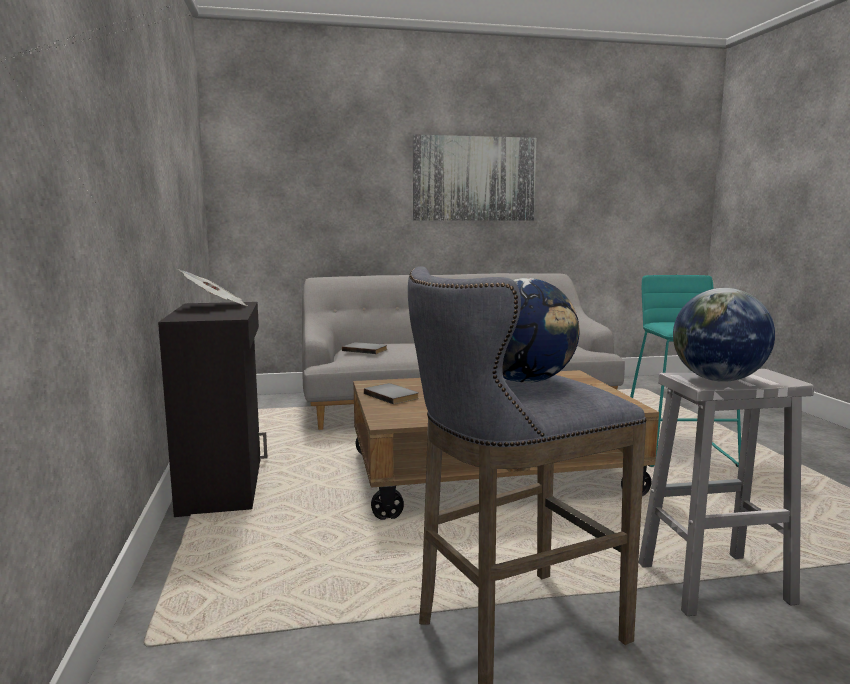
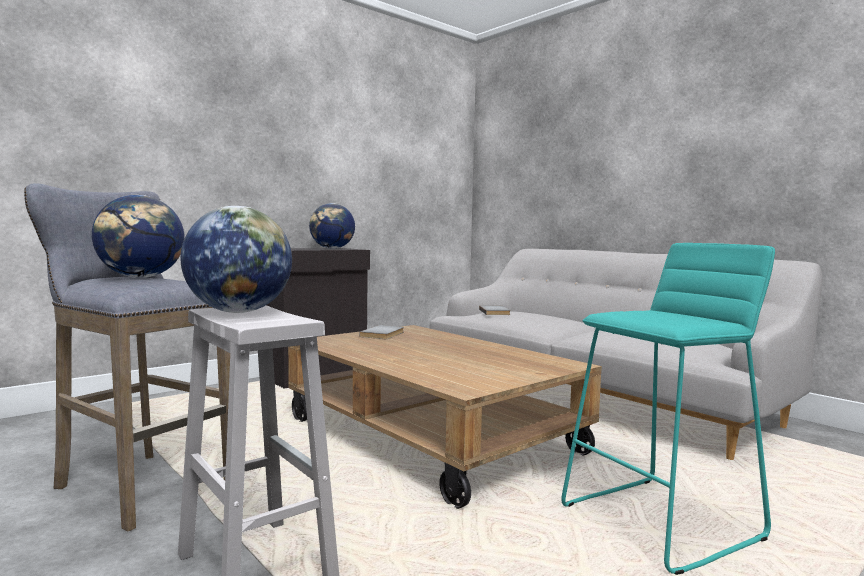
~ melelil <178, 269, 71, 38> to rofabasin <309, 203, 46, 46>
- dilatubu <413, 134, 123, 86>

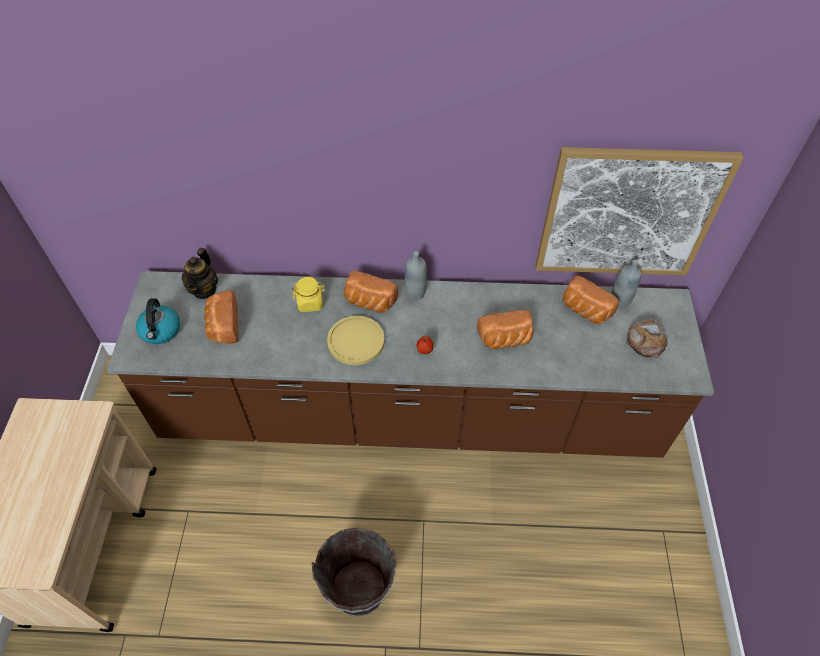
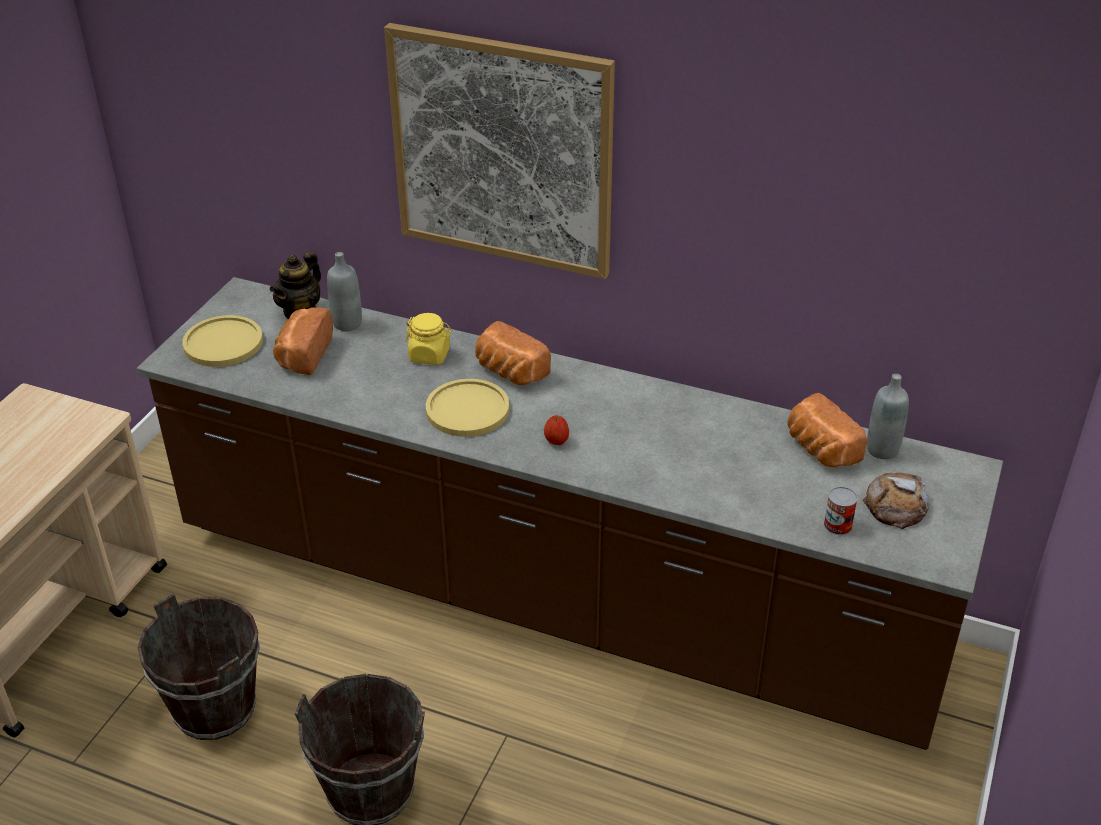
~ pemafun <136, 298, 44, 46> to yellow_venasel <182, 315, 81, 52>
~ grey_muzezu <405, 251, 22, 48> to <327, 252, 35, 79>
- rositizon <477, 310, 57, 39>
~ dilatubu <535, 147, 208, 128> to <384, 23, 231, 256>
+ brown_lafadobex <137, 594, 123, 146>
+ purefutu <824, 487, 34, 48>

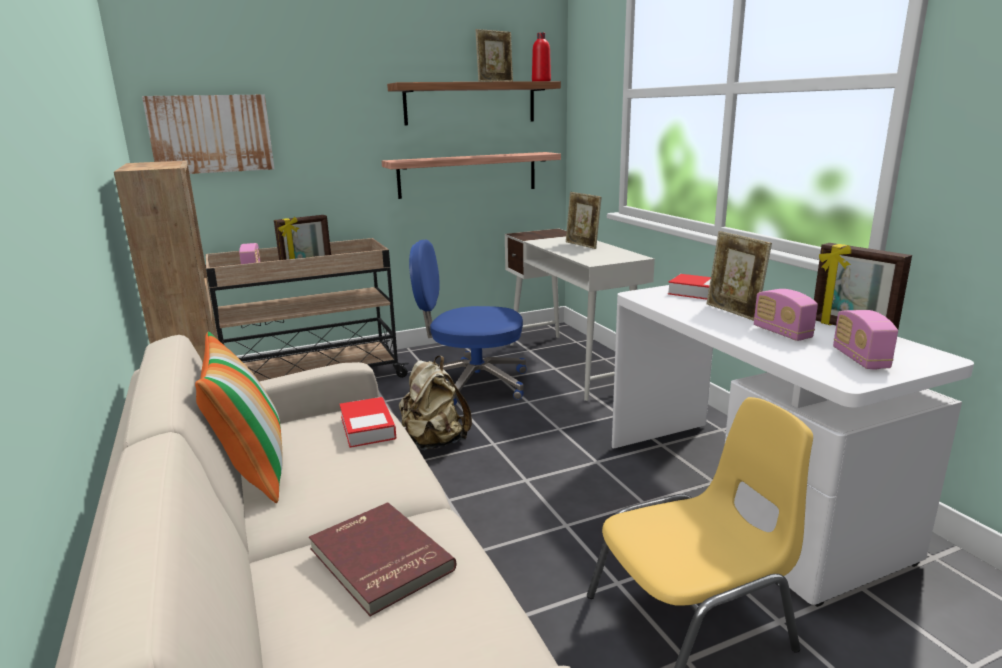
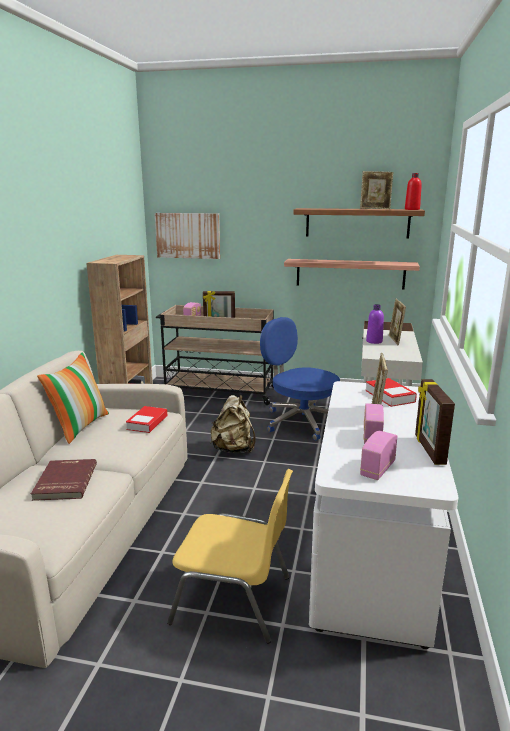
+ purple_muzezu <366, 304, 18, 40>

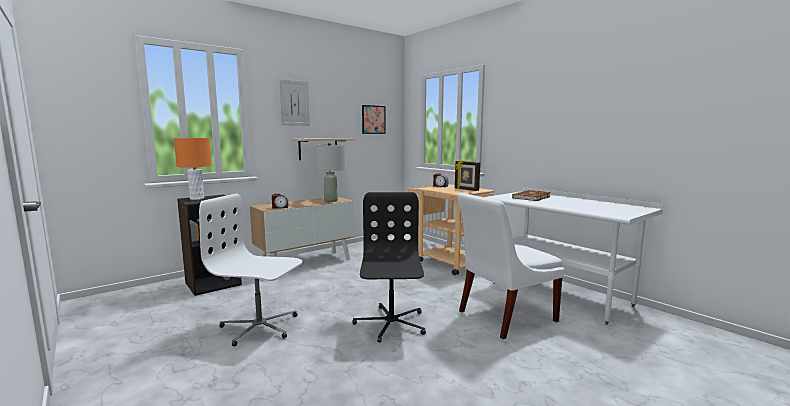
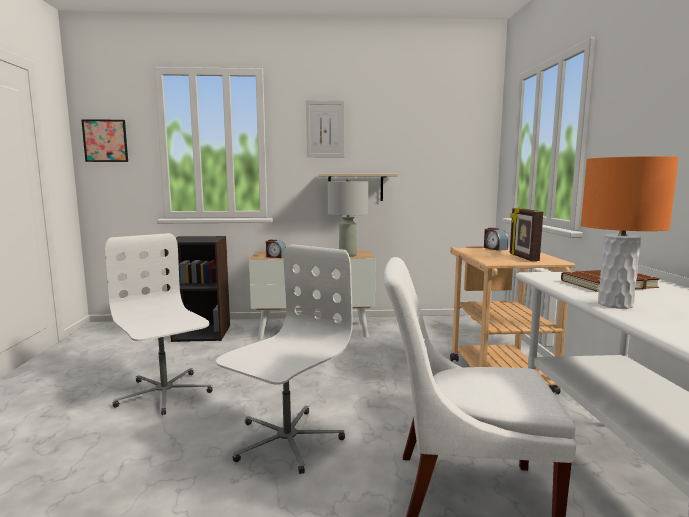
~ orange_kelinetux <174, 138, 38, 62> to <581, 156, 98, 153>
~ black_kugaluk <352, 192, 74, 151> to white_kugaluk <216, 244, 137, 230>
~ dilatubu <362, 105, 24, 29> to <81, 119, 47, 43>

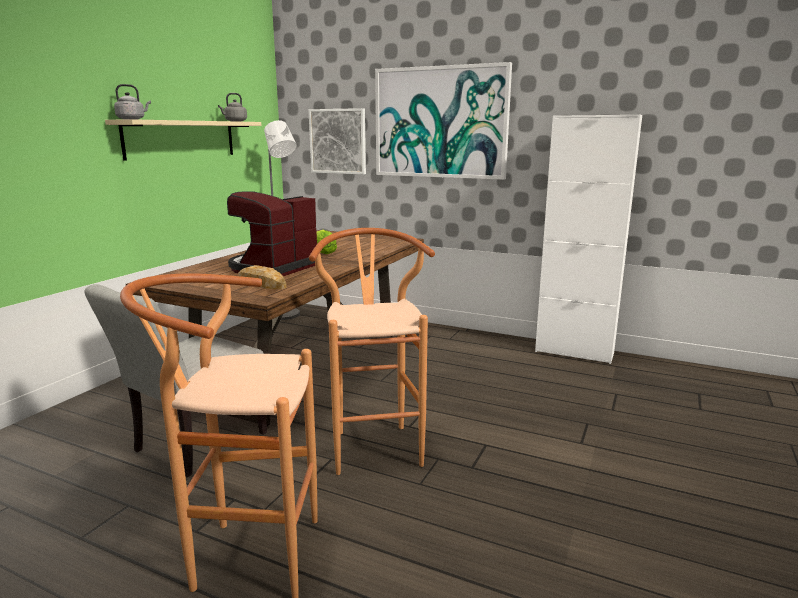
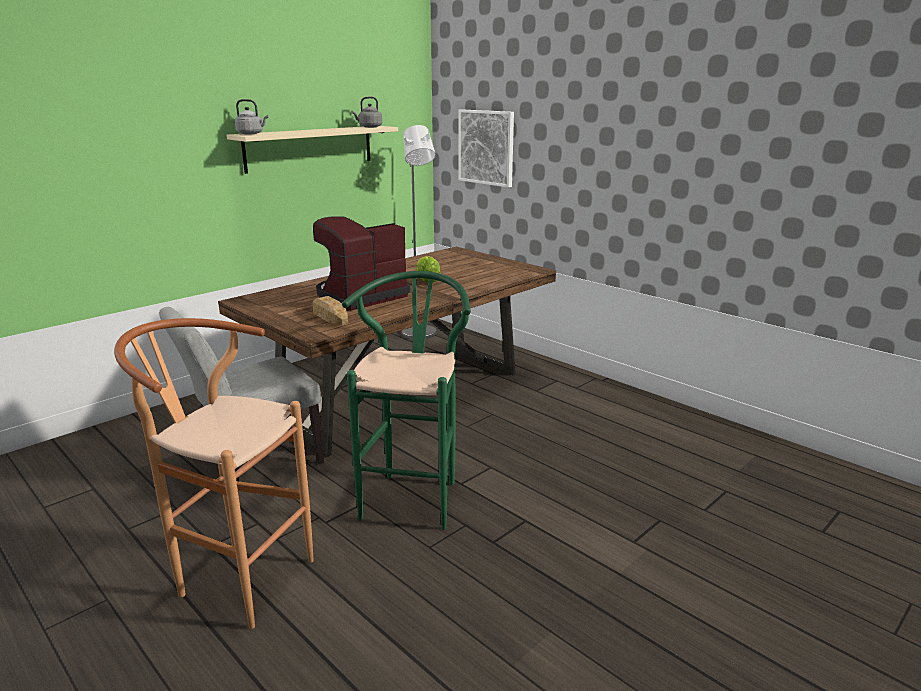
~ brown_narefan <309, 228, 126, 247> to green_narefan <342, 271, 129, 259>
- dilatubu <375, 62, 137, 118>
- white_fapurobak <535, 115, 107, 249>

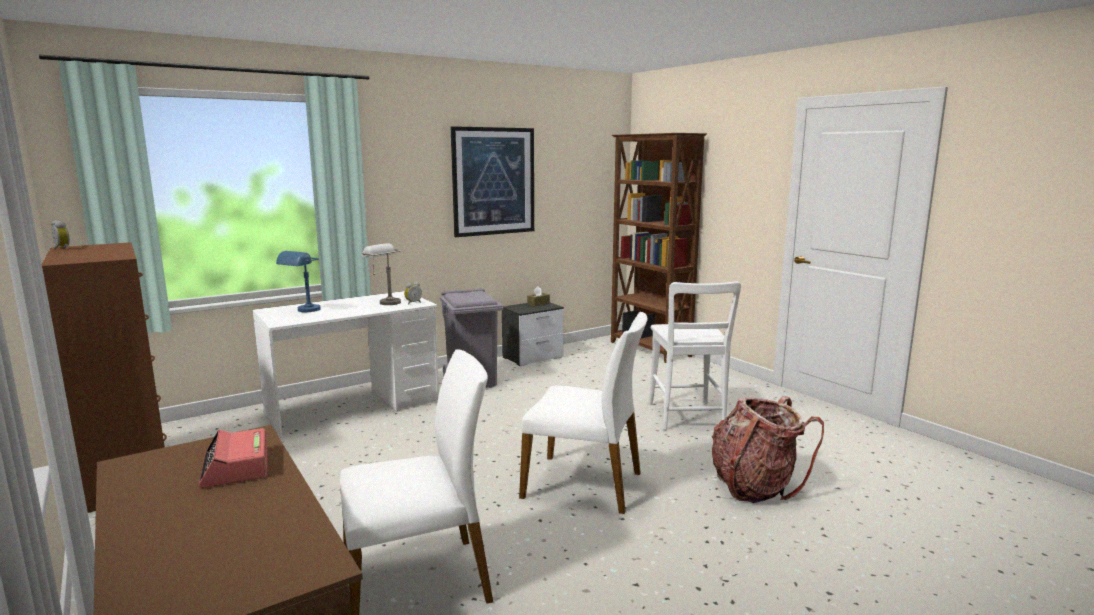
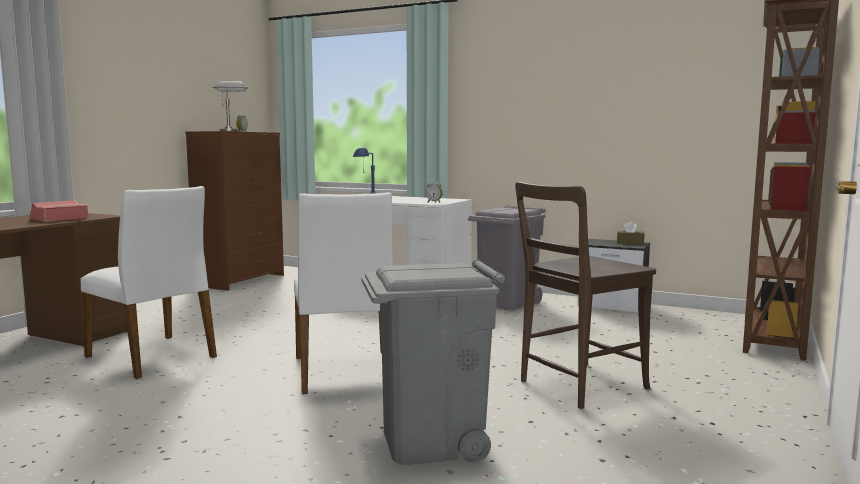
~ grey_kelinetux <362, 243, 39, 62> to <212, 81, 36, 51>
- dilatubu <451, 126, 83, 111>
~ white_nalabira <648, 282, 93, 148> to brown_nalabira <515, 181, 141, 228>
~ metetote <712, 396, 112, 107> to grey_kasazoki <362, 259, 143, 206>

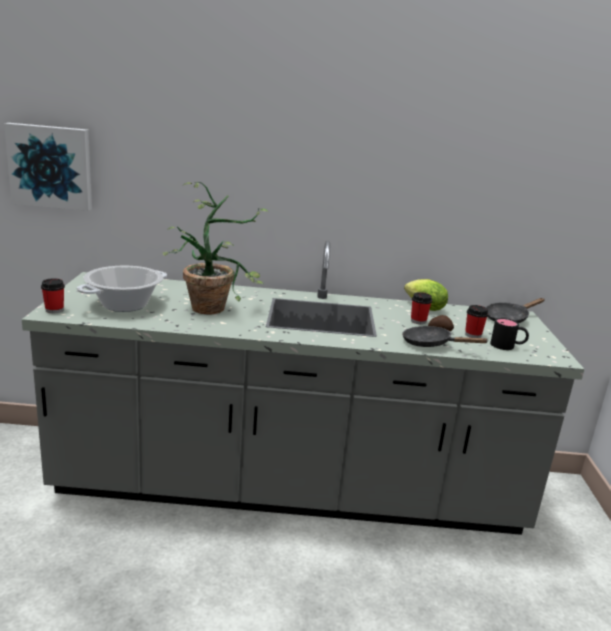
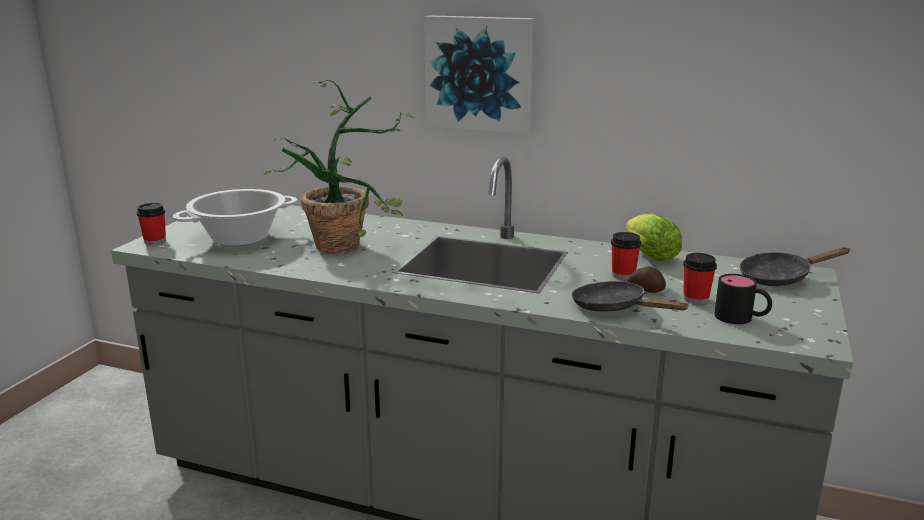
~ dilatubu <4, 123, 88, 88> to <424, 15, 111, 119>

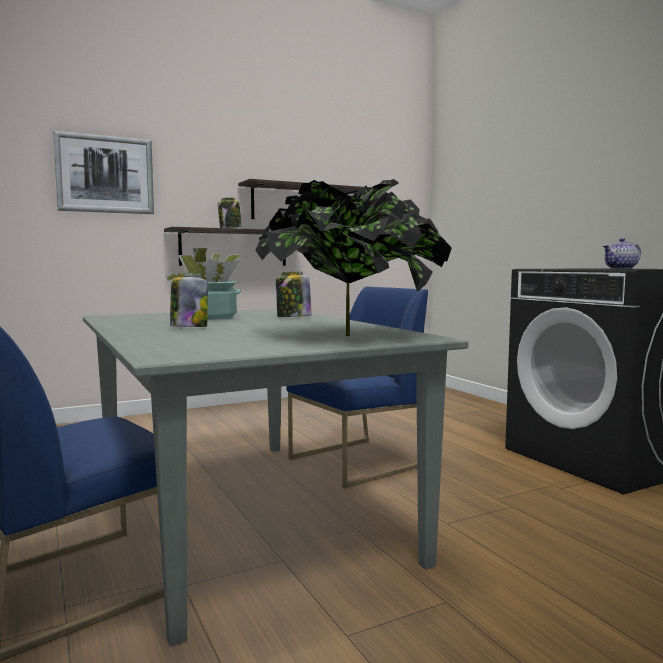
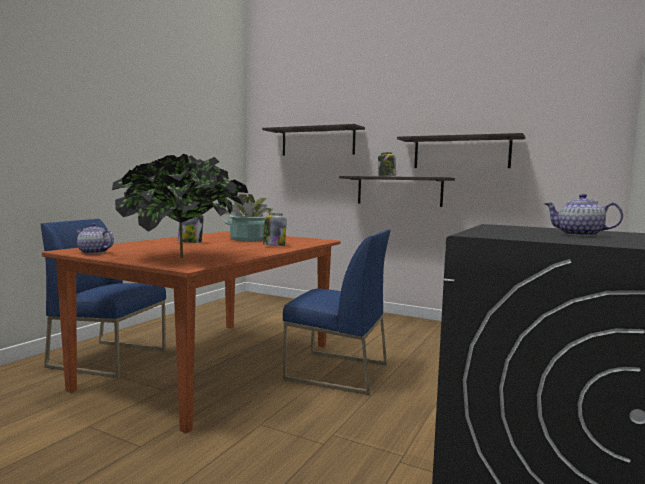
~ dilatubu <53, 131, 101, 83> to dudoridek <262, 124, 103, 31>
~ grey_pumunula <83, 309, 386, 337> to brown_pumunula <42, 231, 299, 202>
+ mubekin <76, 223, 38, 31>

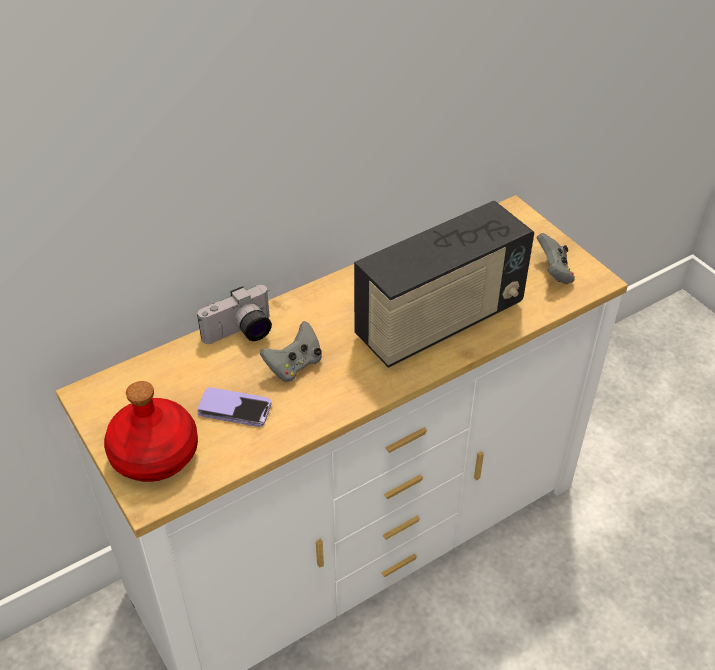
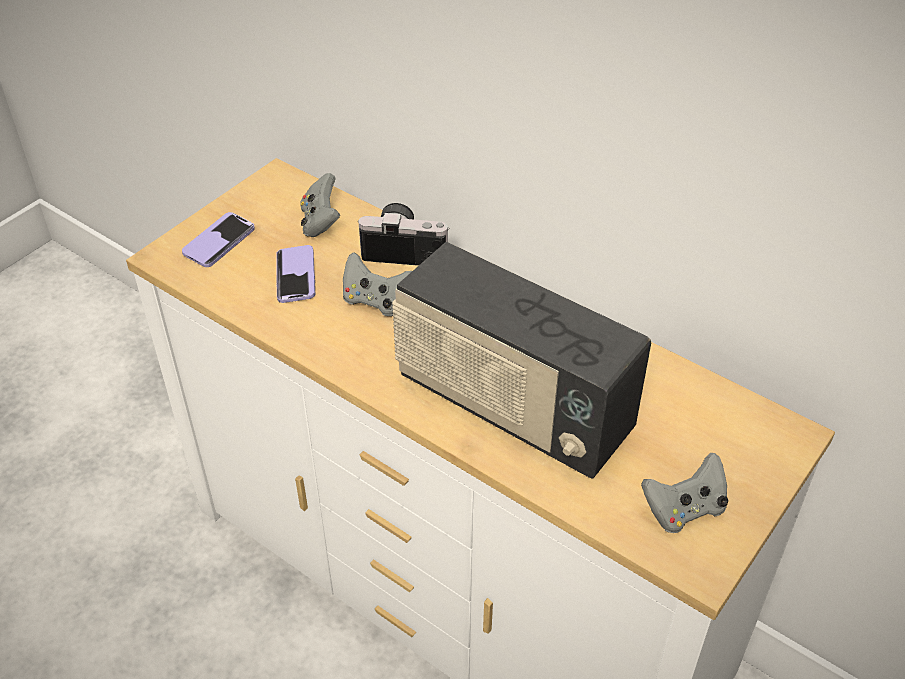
~ red_muzezu <104, 381, 94, 101> to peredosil <182, 212, 73, 55>
~ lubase <197, 285, 75, 59> = <358, 203, 92, 63> 150 degrees clockwise
+ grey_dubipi <300, 173, 40, 64>

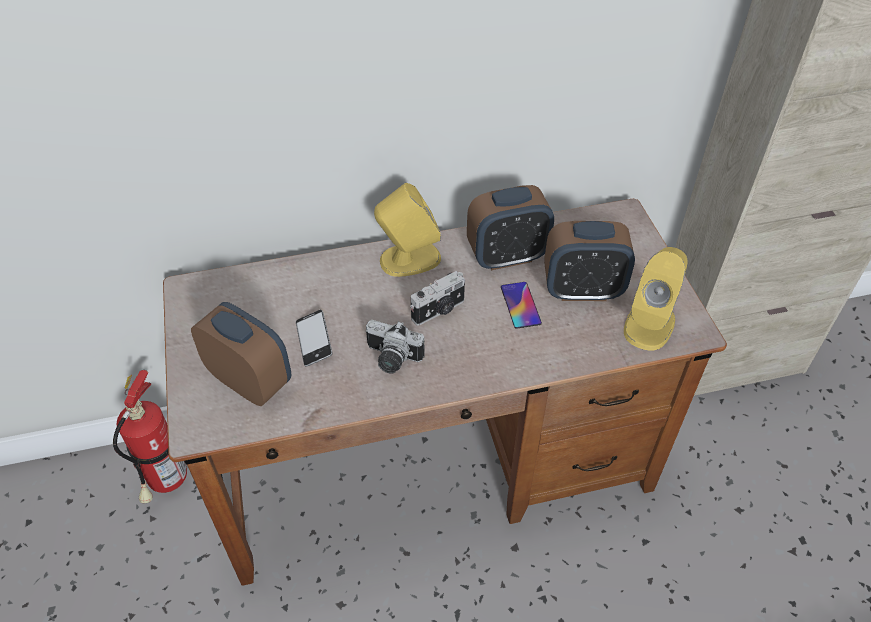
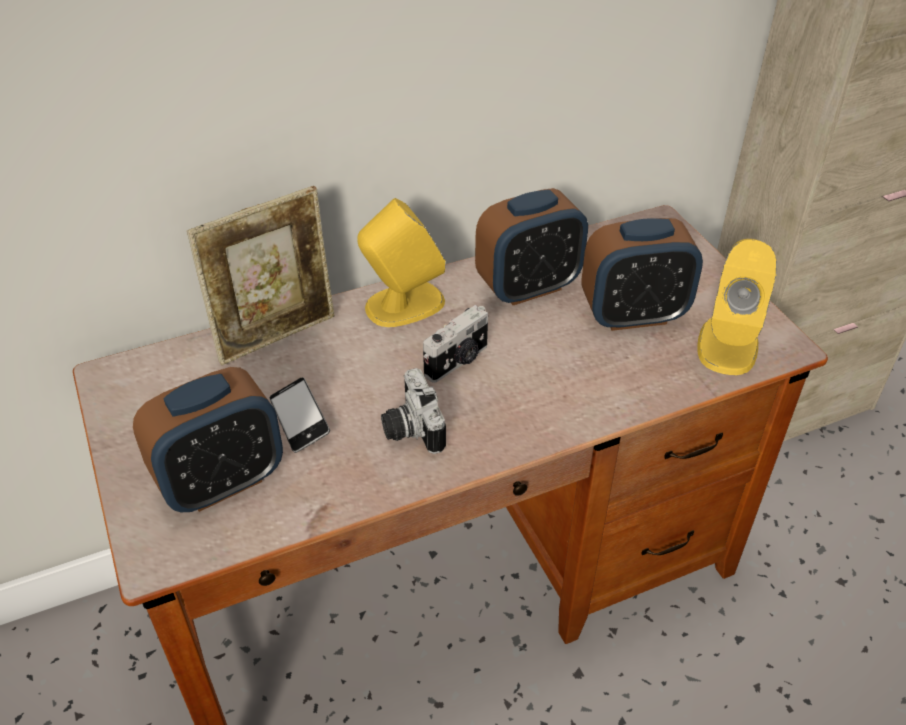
- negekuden <113, 370, 74, 133>
~ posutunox <191, 302, 101, 104> = <133, 367, 150, 145> 120 degrees clockwise
~ lubase <366, 320, 59, 54> = <381, 368, 65, 86> 60 degrees clockwise
- peredosil <501, 282, 41, 47>
+ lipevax <187, 186, 147, 179>

